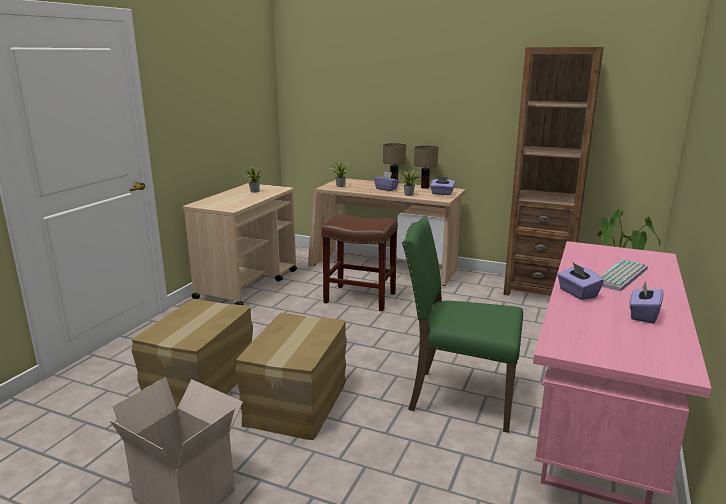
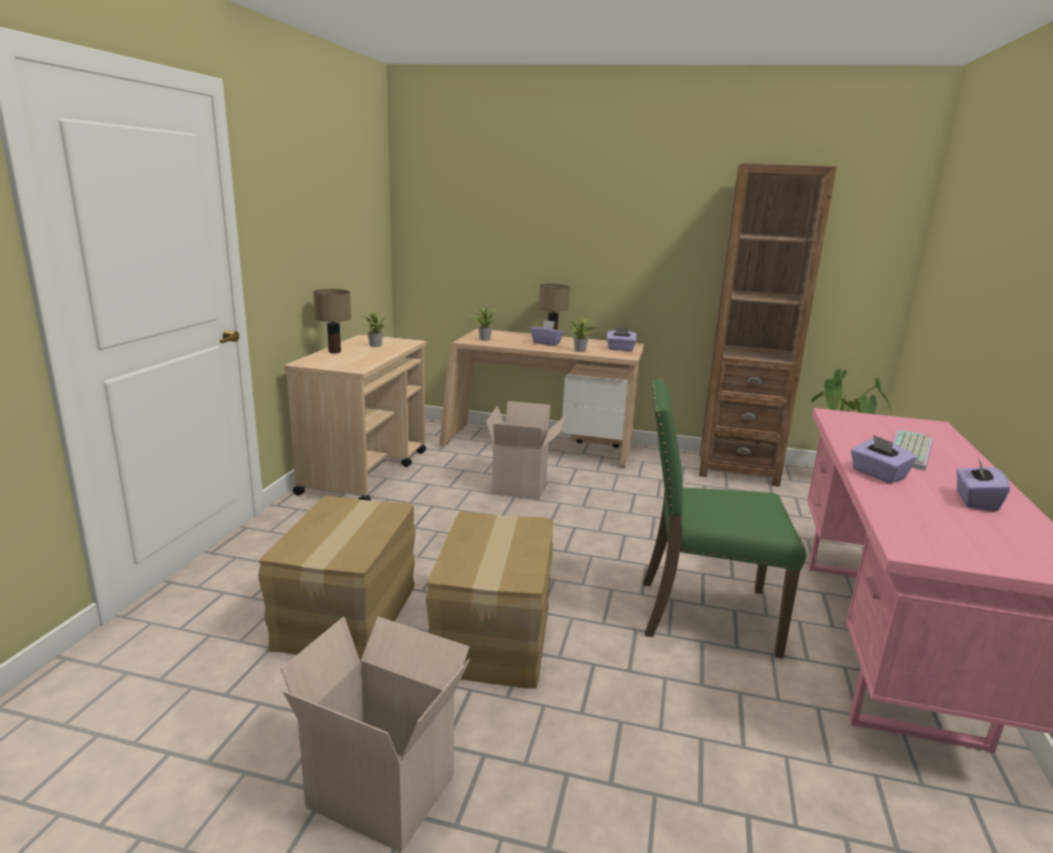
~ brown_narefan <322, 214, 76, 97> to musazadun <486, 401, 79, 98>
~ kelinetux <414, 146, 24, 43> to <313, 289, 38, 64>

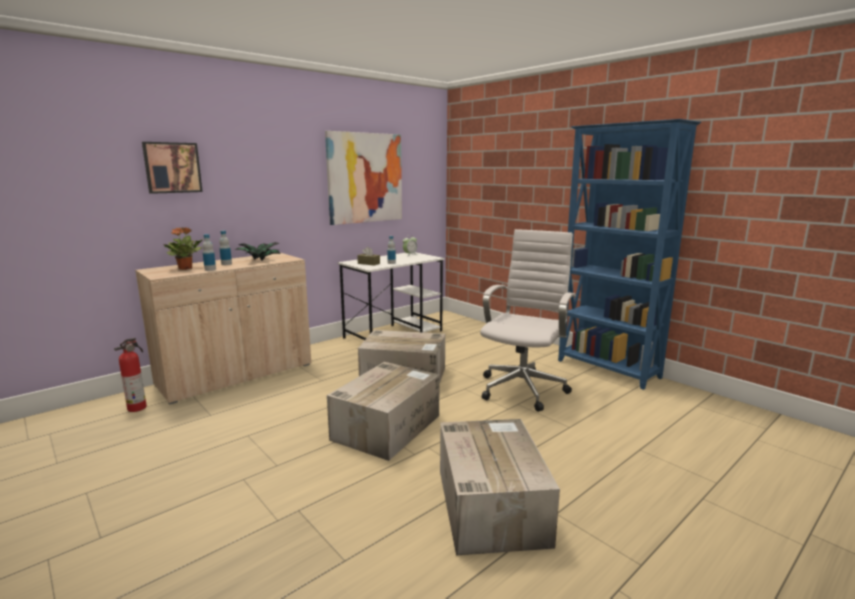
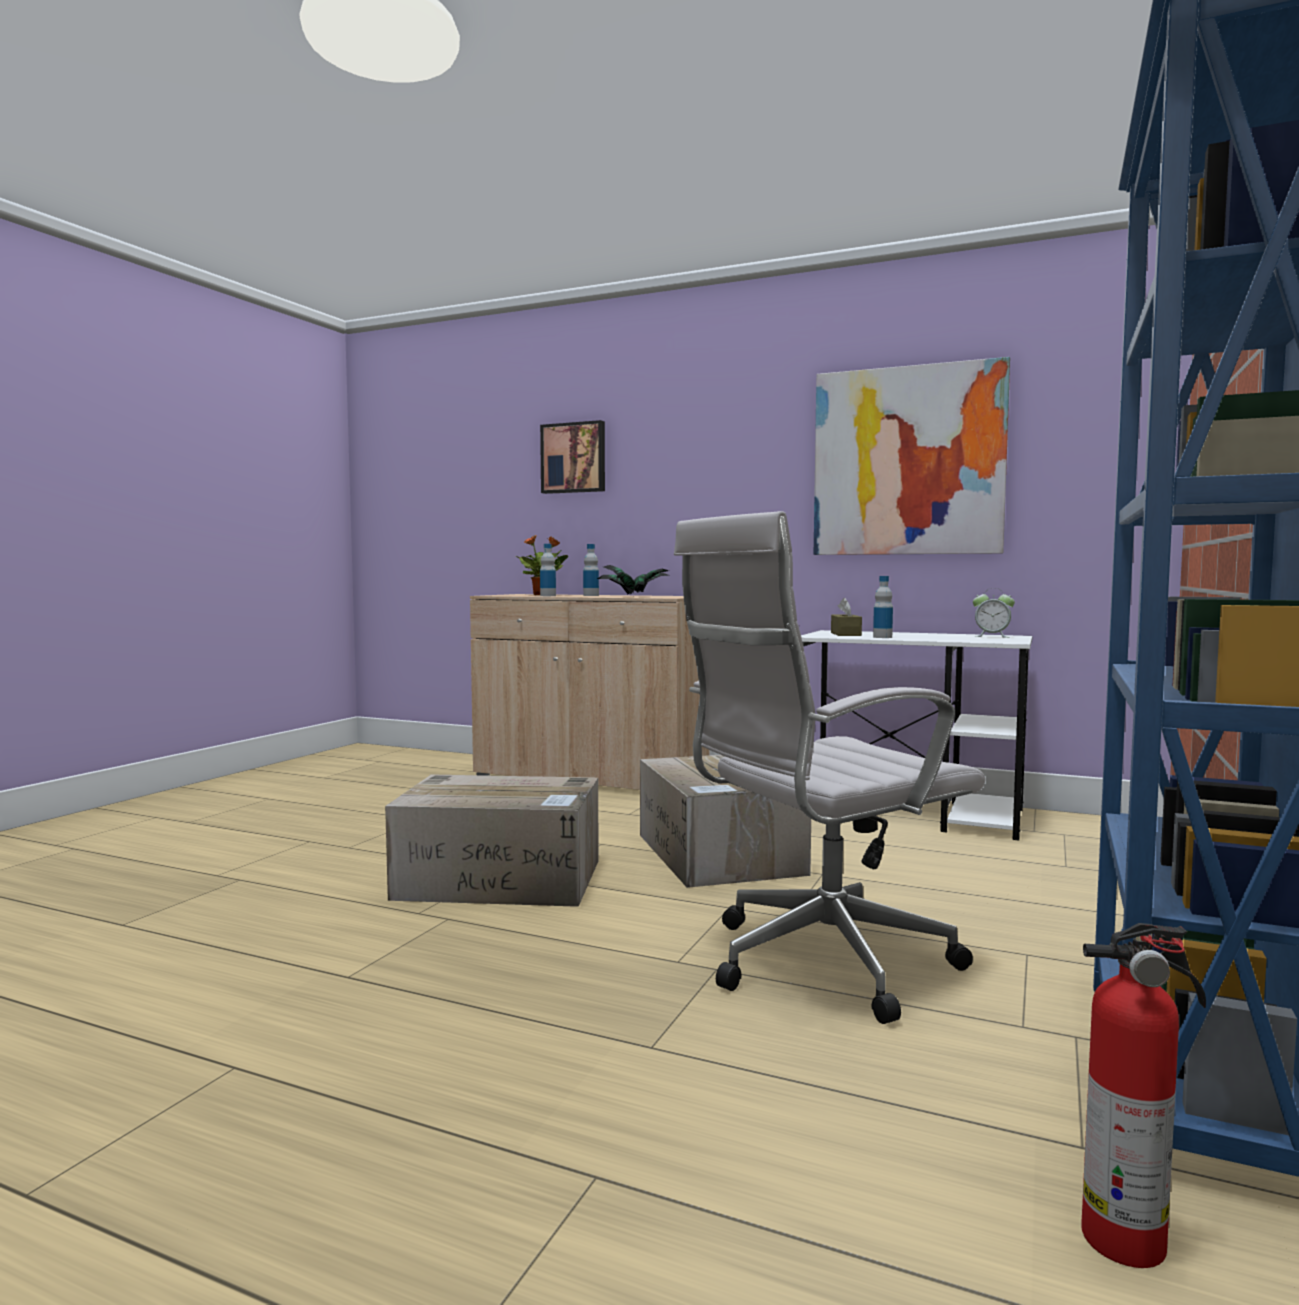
~ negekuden <114, 337, 33, 75> to <1081, 923, 125, 345>
- musazadun <440, 419, 120, 137>
~ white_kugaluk <480, 229, 96, 183> = <674, 511, 311, 513> 150 degrees clockwise

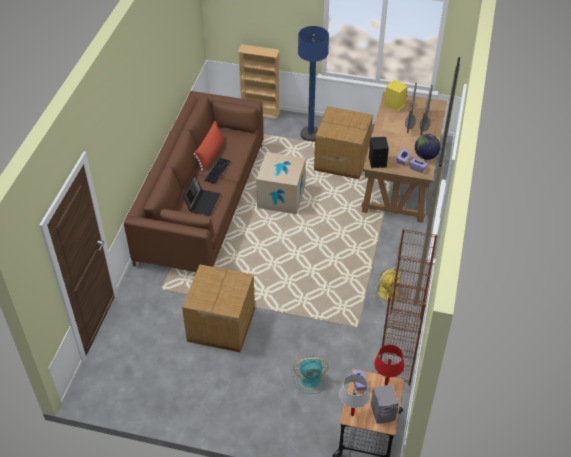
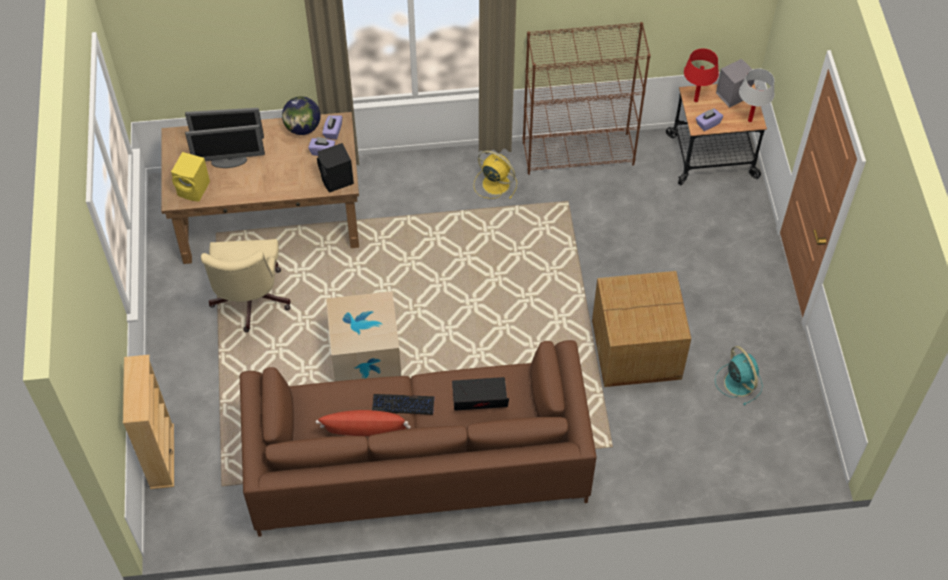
~ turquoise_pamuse <293, 356, 35, 38> to <715, 346, 48, 59>
- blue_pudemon <298, 26, 31, 115>
~ musazadun <314, 106, 59, 73> to beige_kugaluk <201, 239, 90, 93>

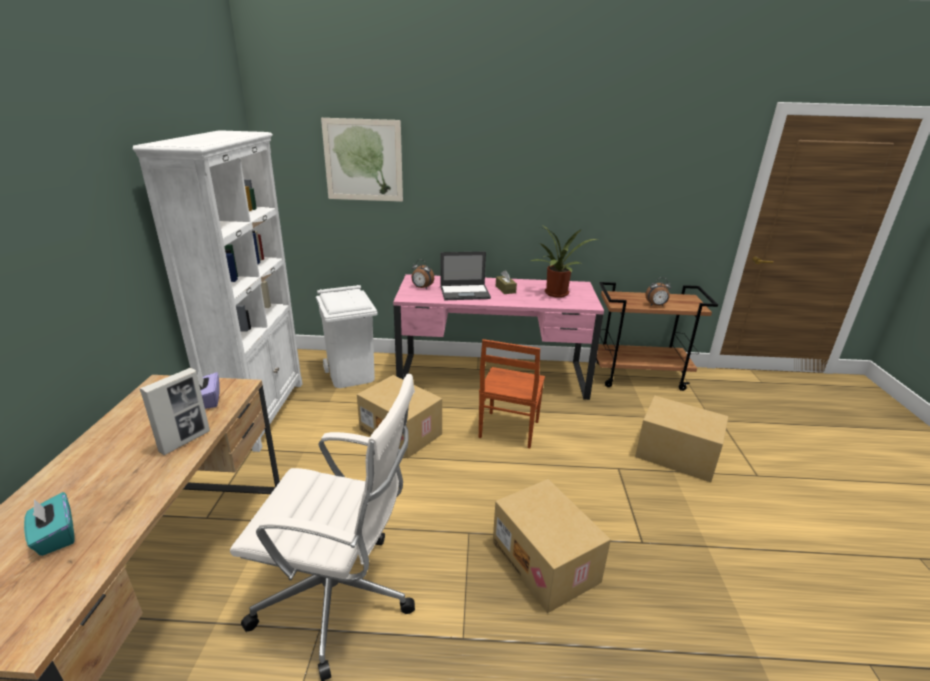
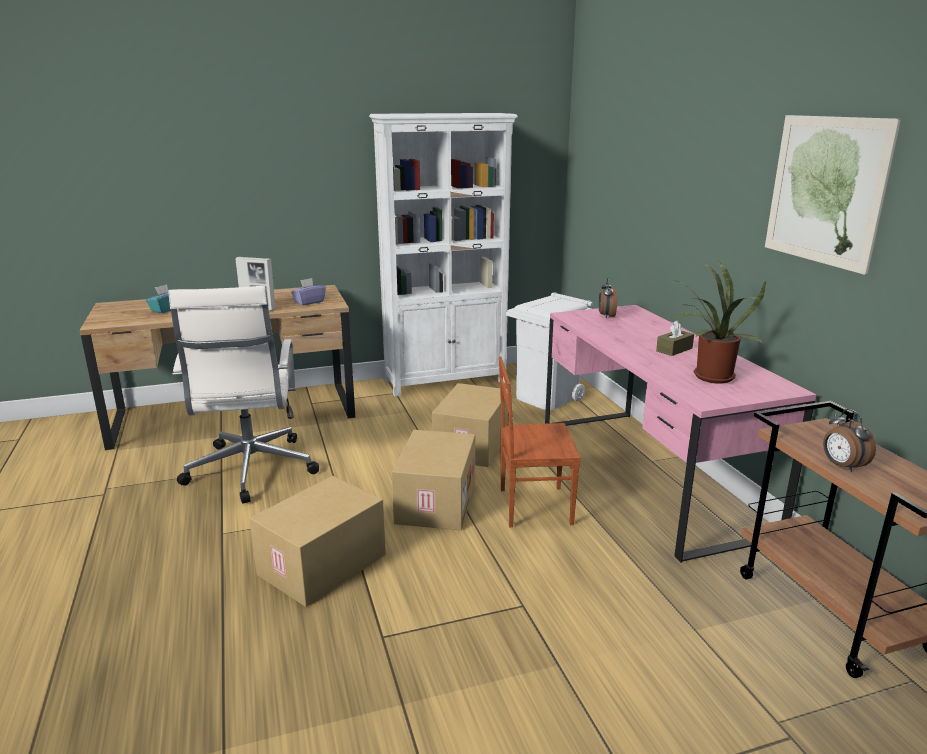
~ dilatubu <321, 118, 82, 84> to <765, 115, 136, 160>
- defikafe <440, 251, 51, 49>
~ musazadun <635, 395, 93, 87> to <392, 430, 83, 100>

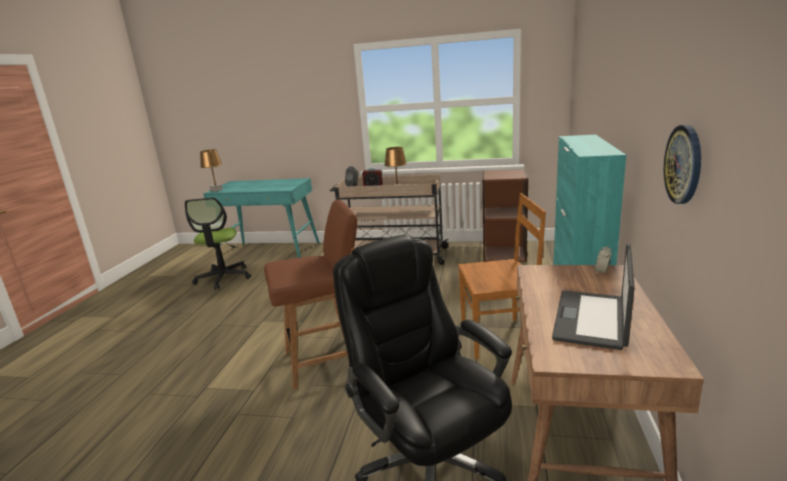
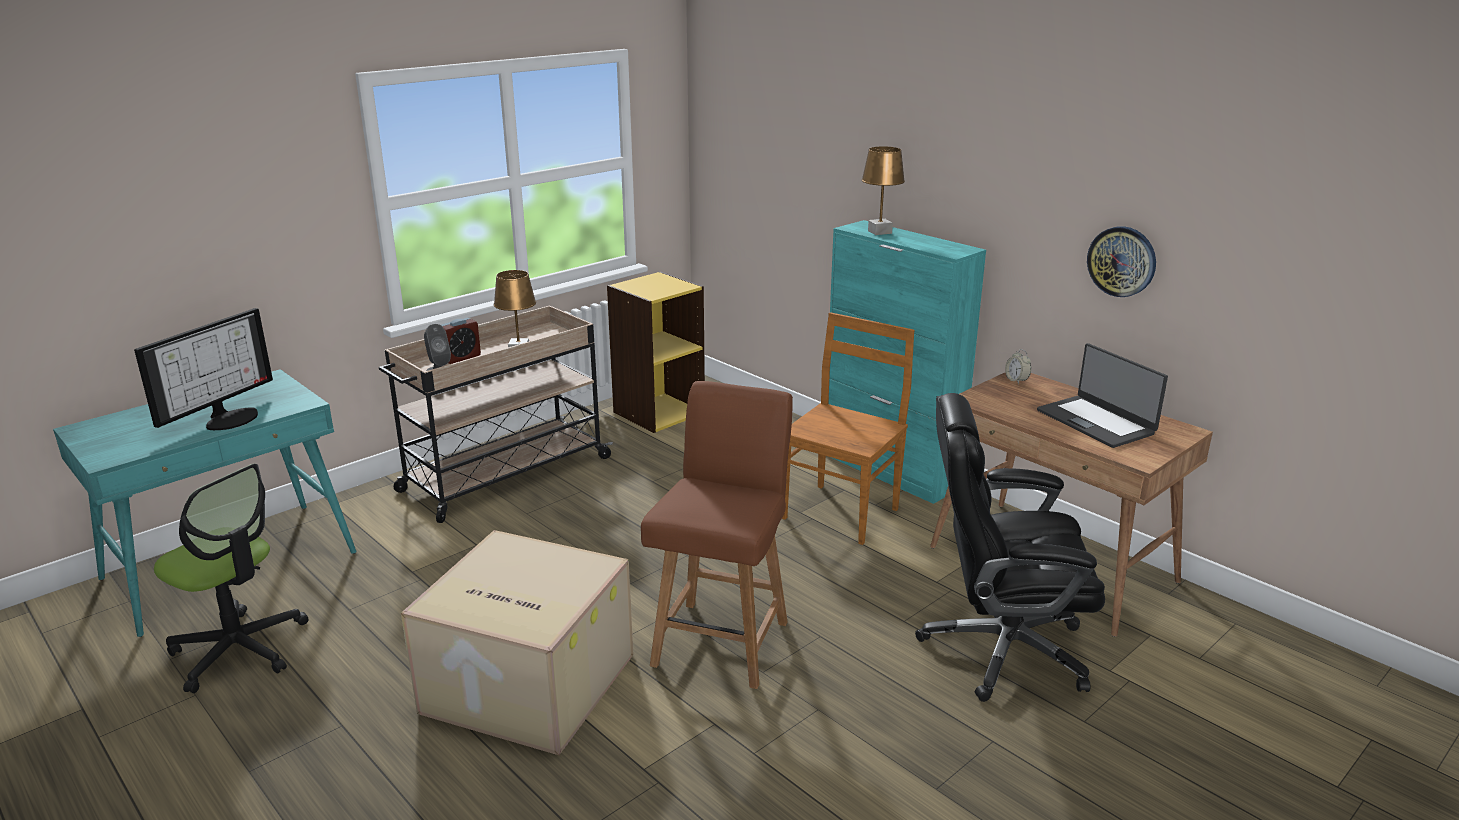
~ brown_kelinetux <200, 149, 23, 43> to <862, 146, 43, 89>
~ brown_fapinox <482, 169, 46, 93> to yellow_fapinox <607, 271, 98, 162>
+ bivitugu <134, 308, 139, 122>
+ musazadun <401, 530, 232, 225>

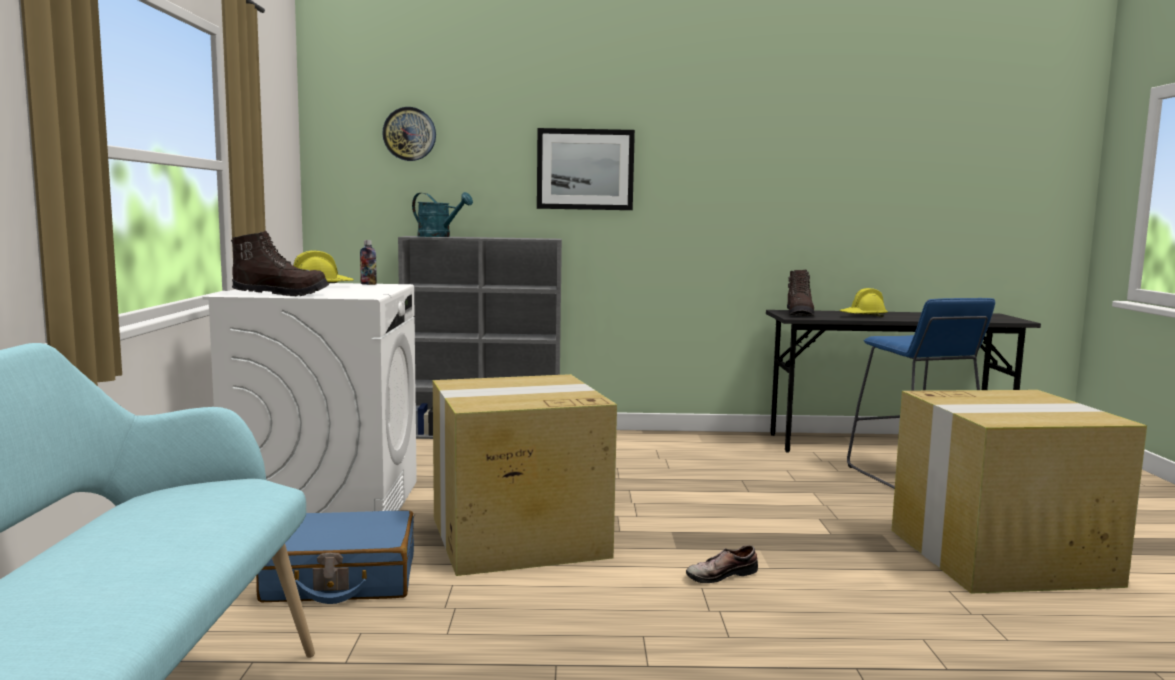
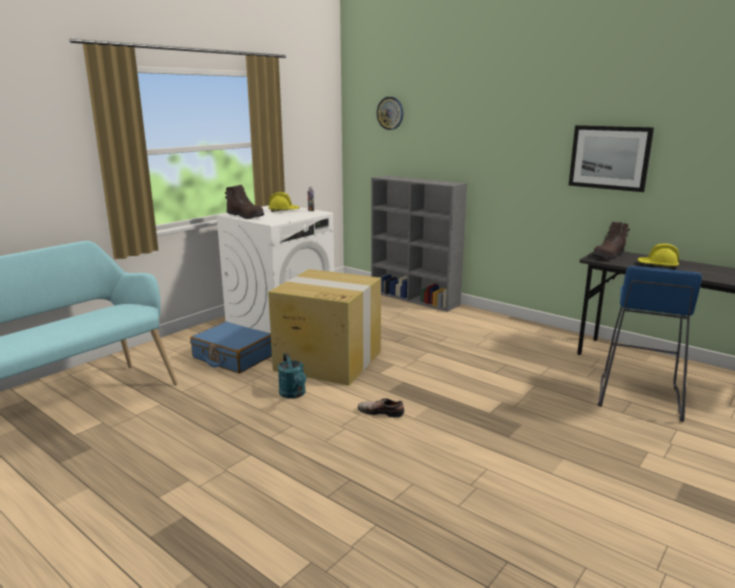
~ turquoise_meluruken <412, 192, 61, 45> to <278, 353, 28, 46>
~ dilatubu <537, 128, 98, 82> to <569, 125, 85, 67>
- musazadun <892, 390, 255, 204>

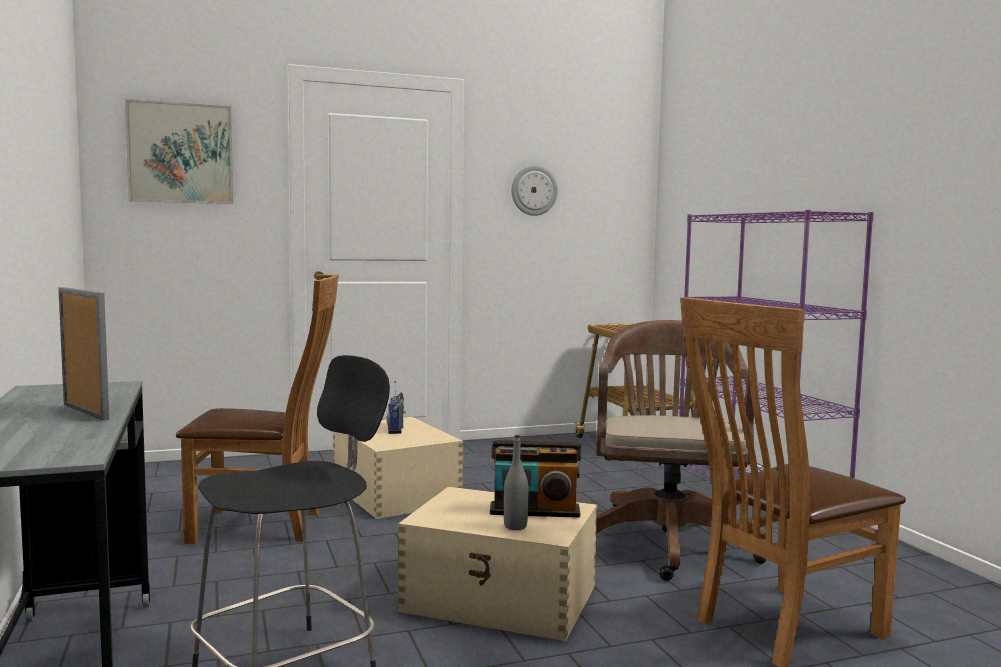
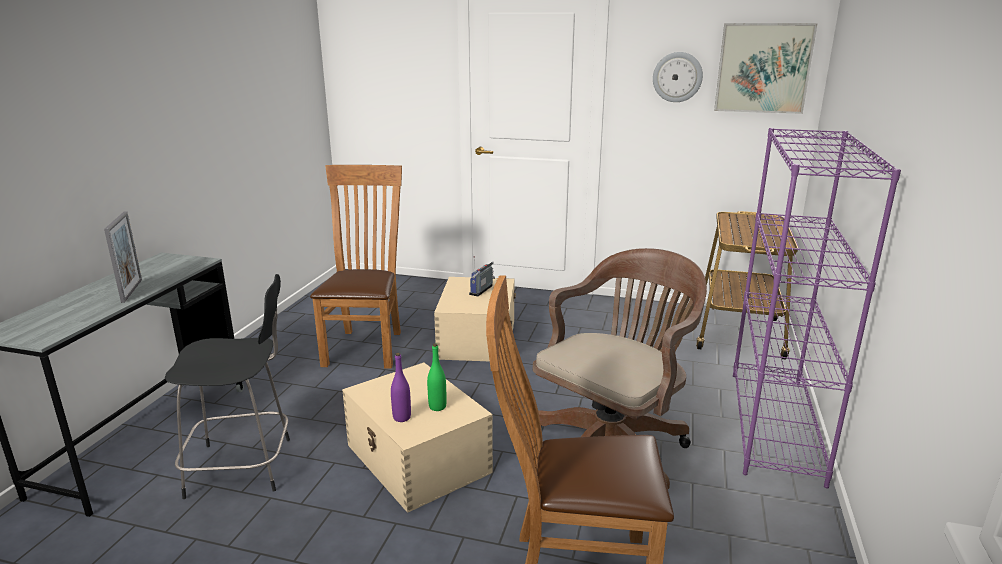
~ dilatubu <125, 99, 108, 105> to <714, 23, 104, 91>
~ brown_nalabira <176, 275, 162, 269> = <310, 165, 92, 204> 120 degrees counterclockwise
~ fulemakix <490, 440, 91, 78> to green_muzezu <427, 343, 20, 68>
~ grey_muzezu <504, 435, 25, 95> to purple_muzezu <391, 353, 20, 69>

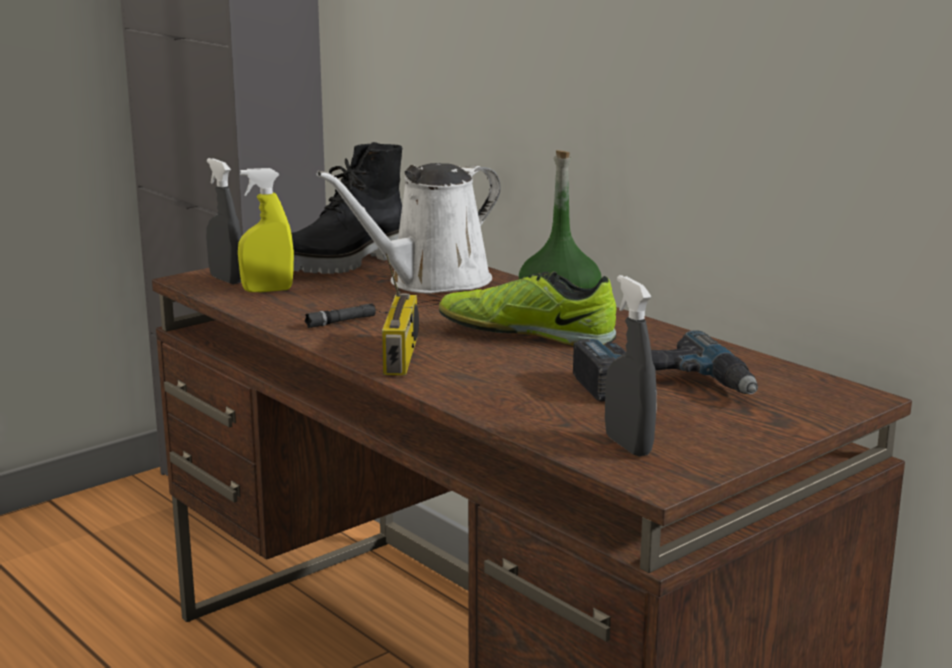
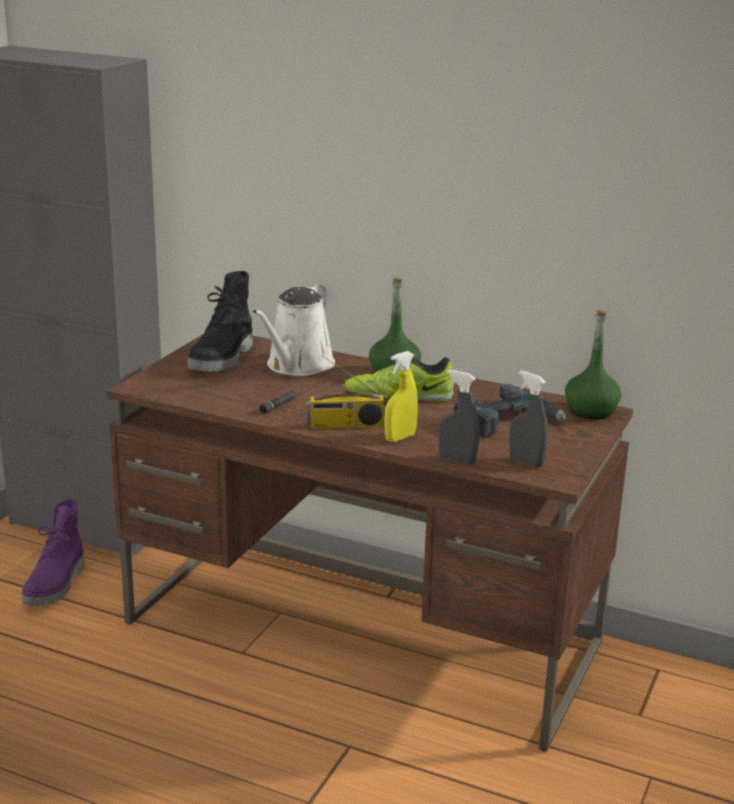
~ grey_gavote <206, 158, 35, 126> to <439, 370, 41, 95>
~ yellow_gavote <238, 168, 56, 124> to <384, 351, 34, 91>
~ fulemakix <382, 252, 37, 124> = <306, 356, 78, 73> 105 degrees clockwise
+ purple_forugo <22, 499, 62, 107>
+ green_muzezu <565, 310, 57, 109>

